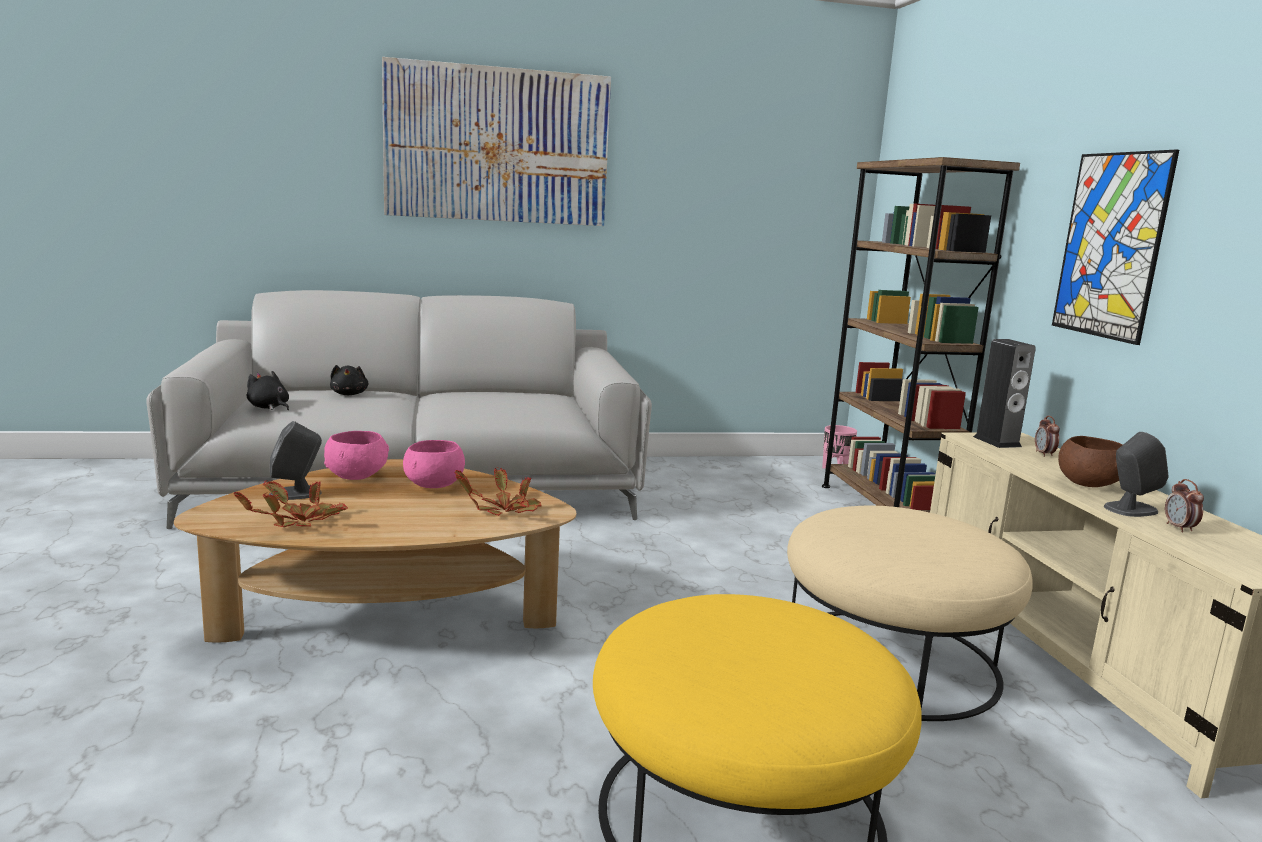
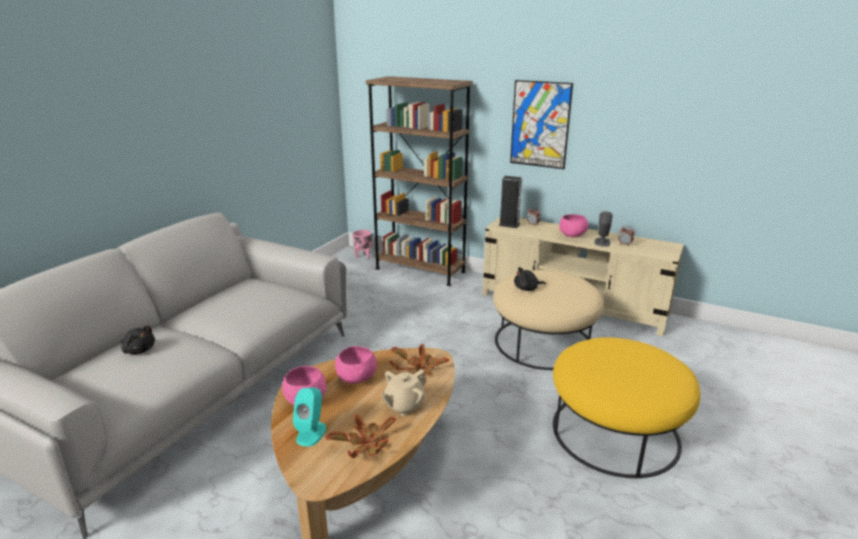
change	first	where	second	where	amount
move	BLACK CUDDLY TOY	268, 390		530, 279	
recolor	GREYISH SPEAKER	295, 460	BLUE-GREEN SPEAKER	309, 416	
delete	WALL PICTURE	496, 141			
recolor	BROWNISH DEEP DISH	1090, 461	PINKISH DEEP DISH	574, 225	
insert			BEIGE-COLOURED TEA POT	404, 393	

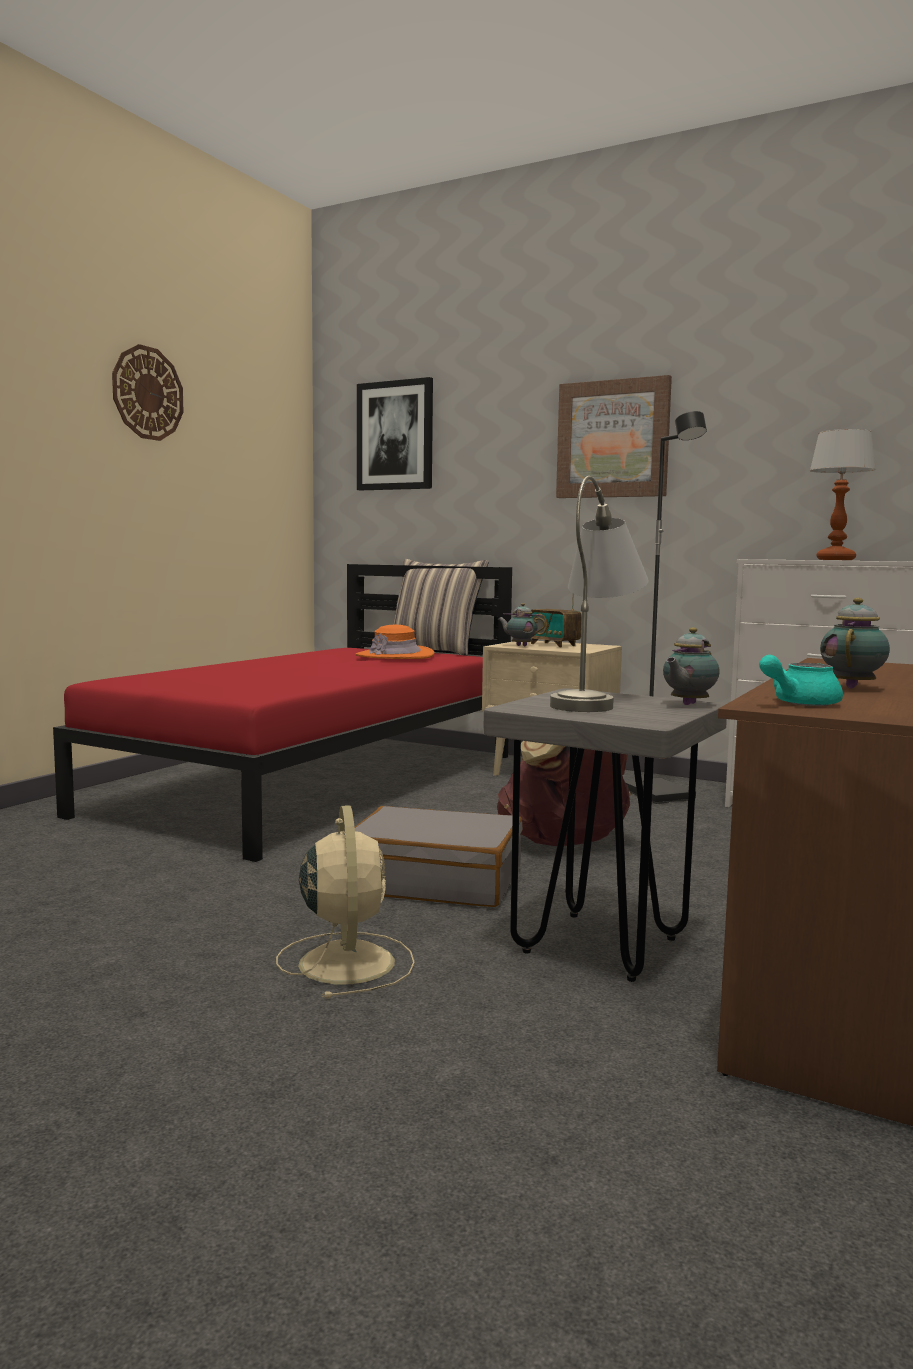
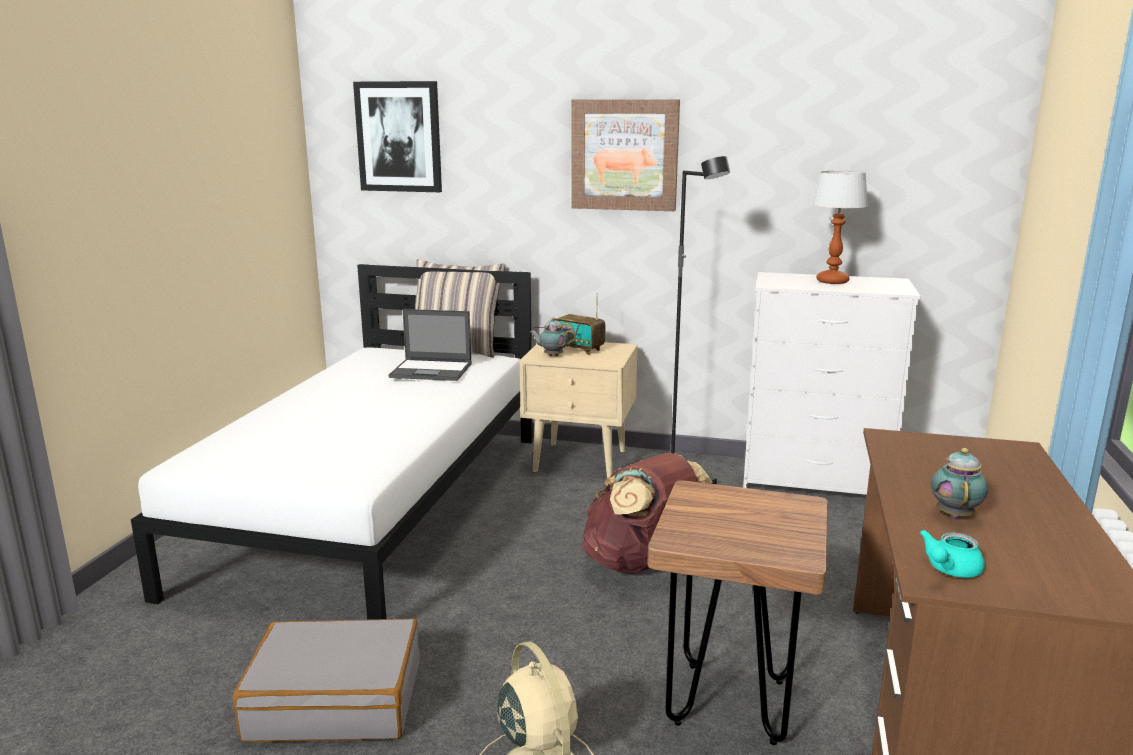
change	first	where	second	where	amount
recolor	REDDISH SLEEPING BED	282, 713	WHITE SLEEPING BED	332, 442	
delete	HANGING CLOCK	148, 392			
replace	ORANGE-COLOURED HAT	394, 642	NOTEBOOK COMPUTER	430, 345	
move	GREYISH PIECE OF LUGGAGE	439, 856		326, 680	
recolor	GREYISH STOOL SEAT	605, 835	BROWNISH STOOL SEAT	737, 612	
delete	GREYISH LAMP FOR A TABLE	599, 594			
delete	TEA POT	691, 666			

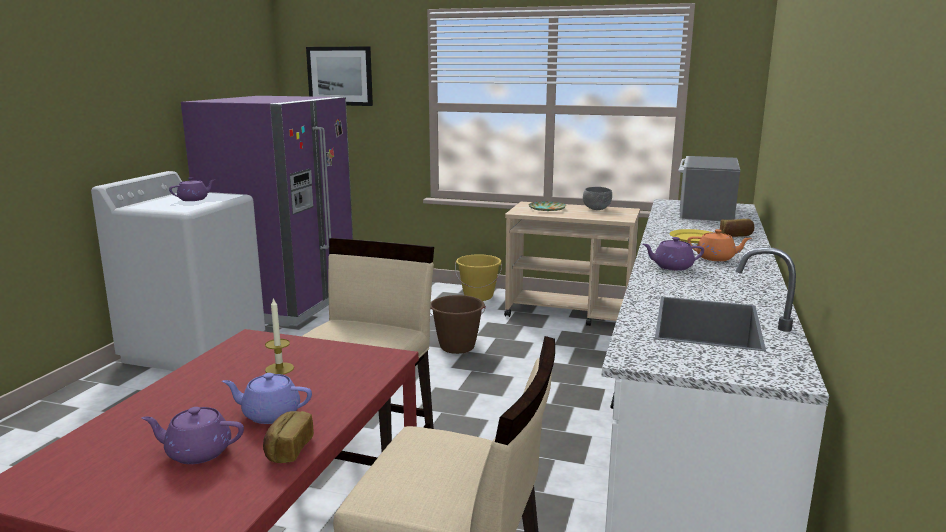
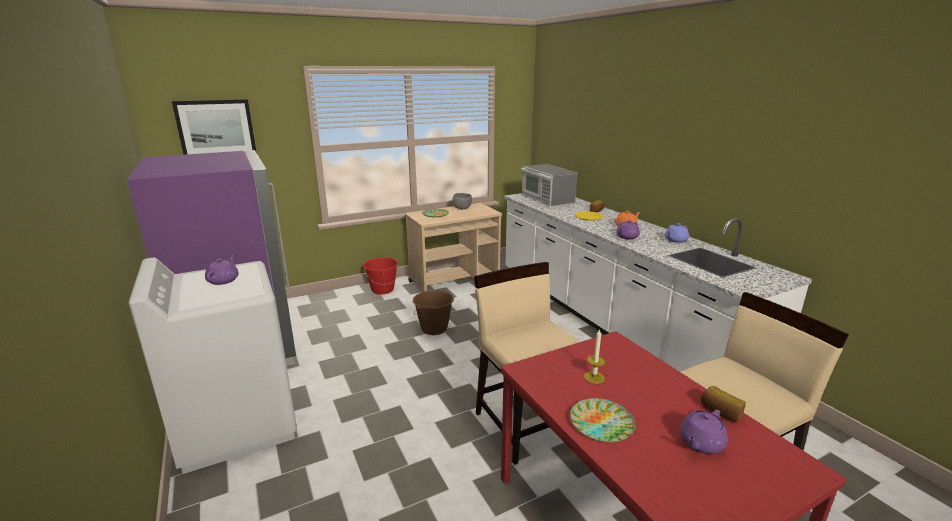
change	first	where	second	where	amount
move	PURPLE-COLOURED TEA POT	267, 398		677, 233	
recolor	YELLOWISH WATER BUCKET	478, 277	REDDISH WATER BUCKET	381, 275	
insert			FLAT DISH	603, 420	

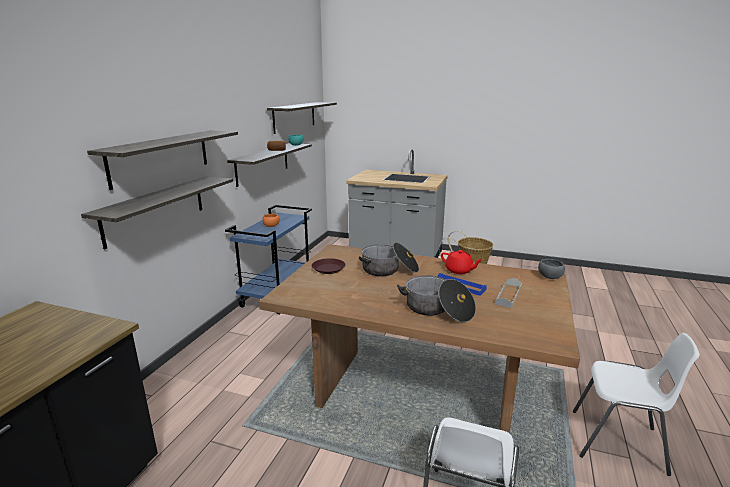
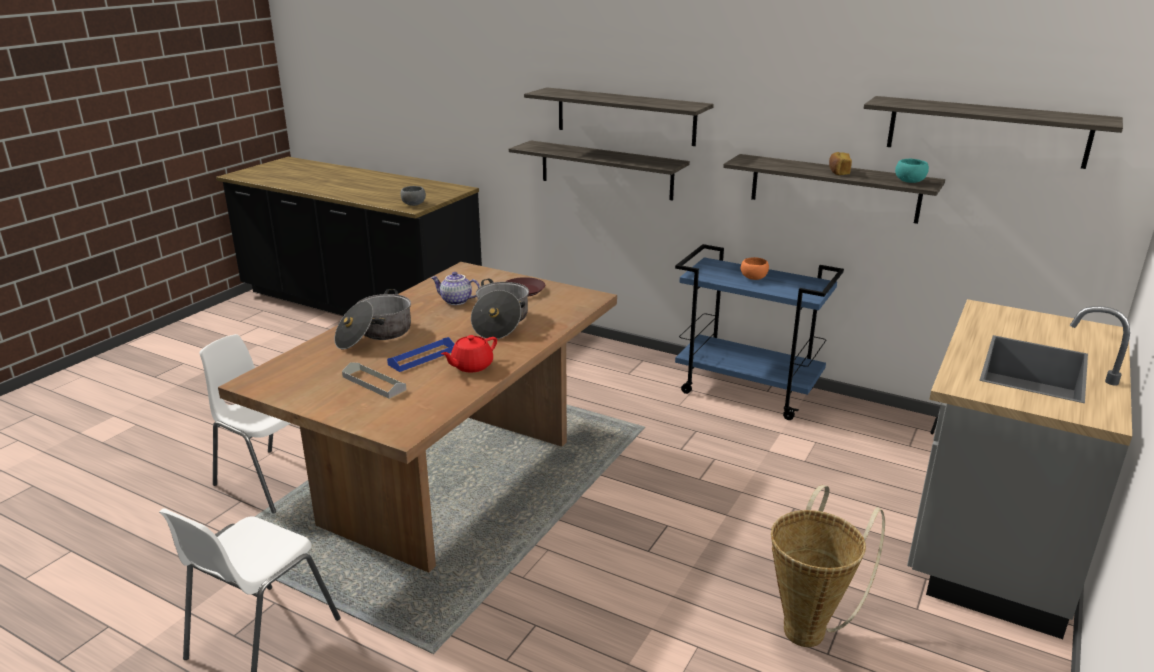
change	first	where	second	where	amount
move	GREYISH DEEP DISH	551, 269		413, 196	
insert			TEA POT	455, 288	

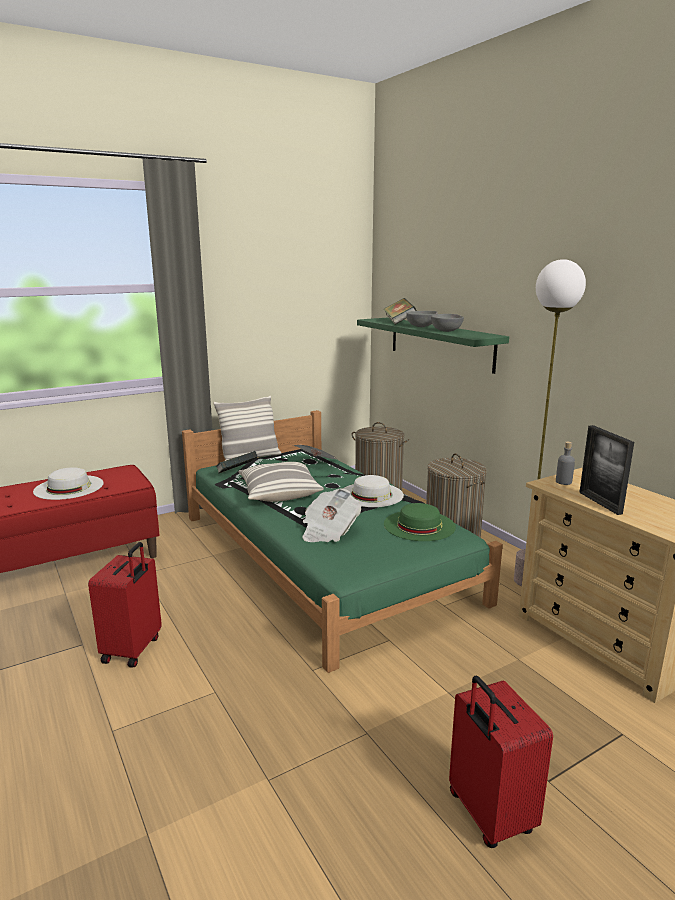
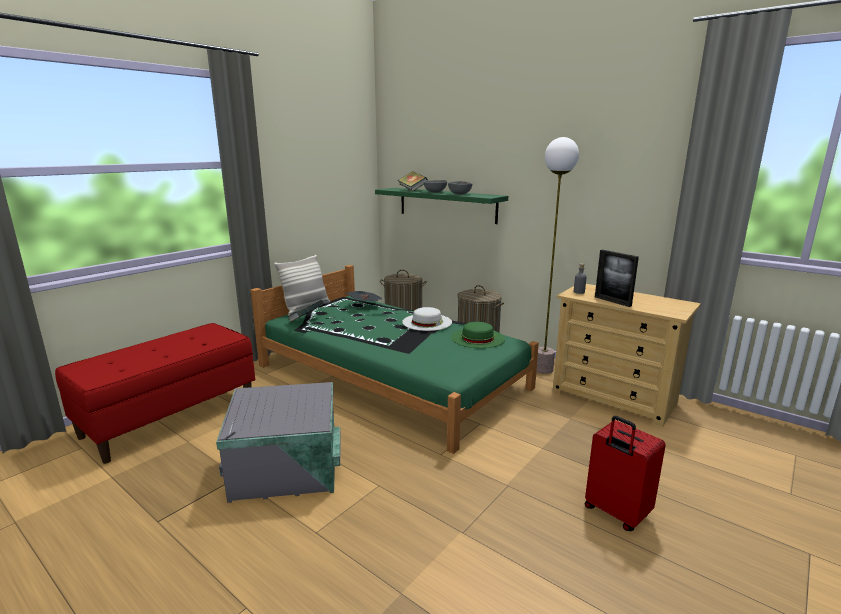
change	first	where	second	where	amount
delete	WHITE HAT	68, 483			
replace	REDDISH PIECE OF LUGGAGE	125, 605	GREYISH STORAGE BOX	278, 442	
delete	PILLOW	281, 482			
delete	DAILY PAPER	331, 515			

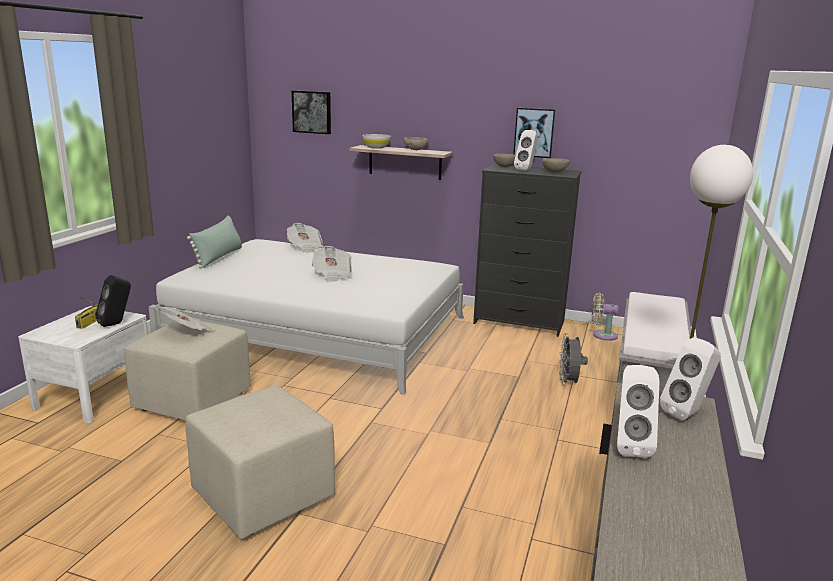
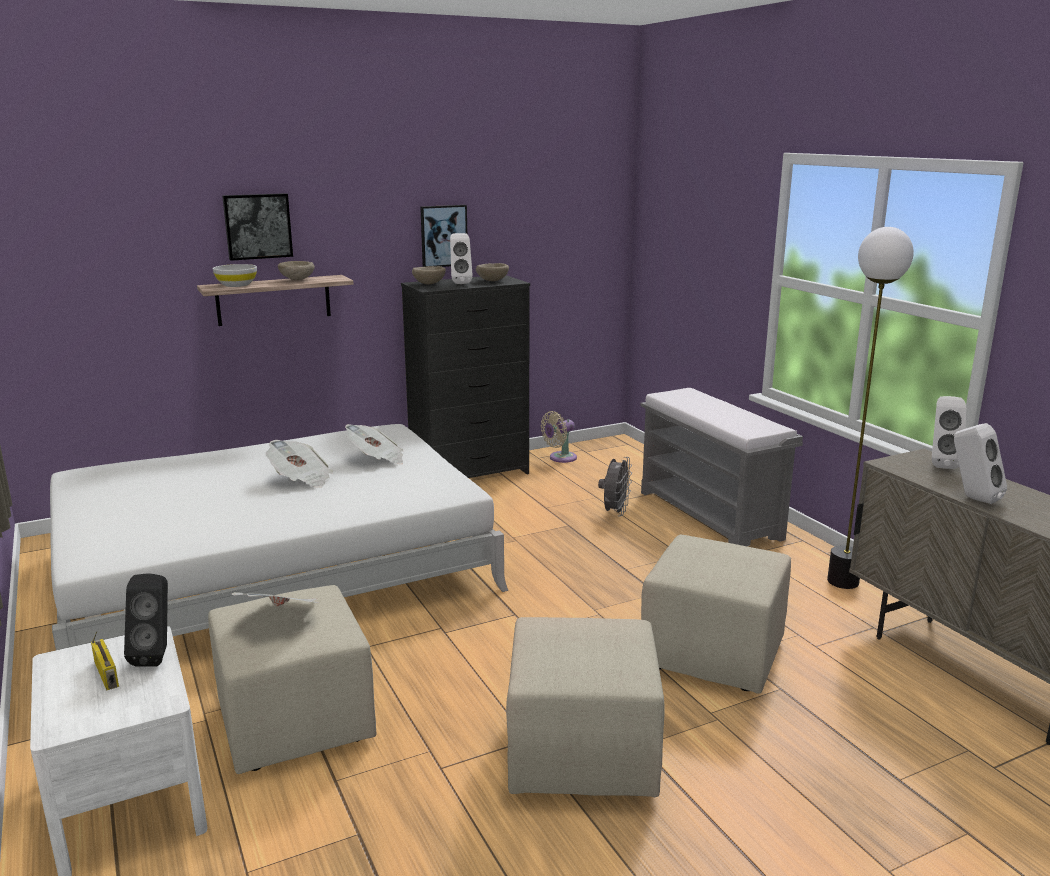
change	first	where	second	where	amount
delete	GREEN PILLOW	214, 241			
move	DAILY PAPER	305, 238		374, 444	
move	WALL PICTURE	311, 112		257, 227	
rotate	GREYISH ELECTRIC FAN	573, 359		615, 486	120 degrees counterclockwise
insert			BEIGE-COLOURED OTTOMAN	716, 614	

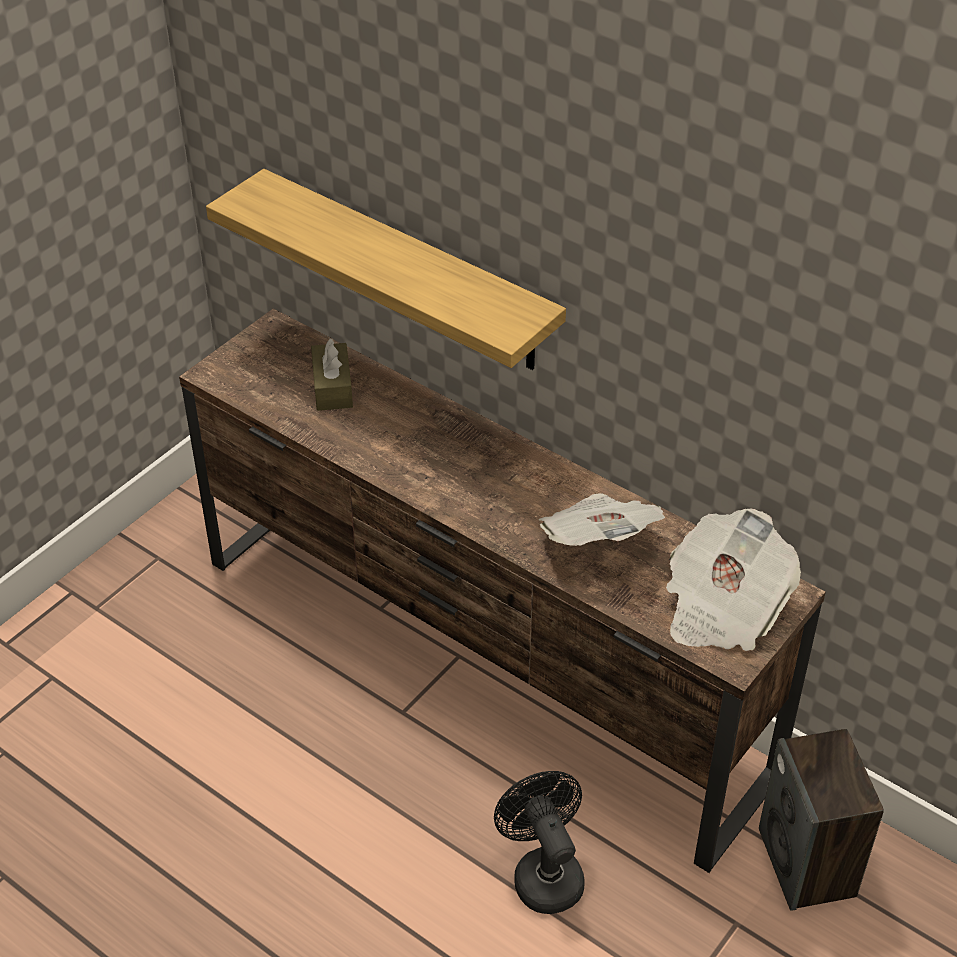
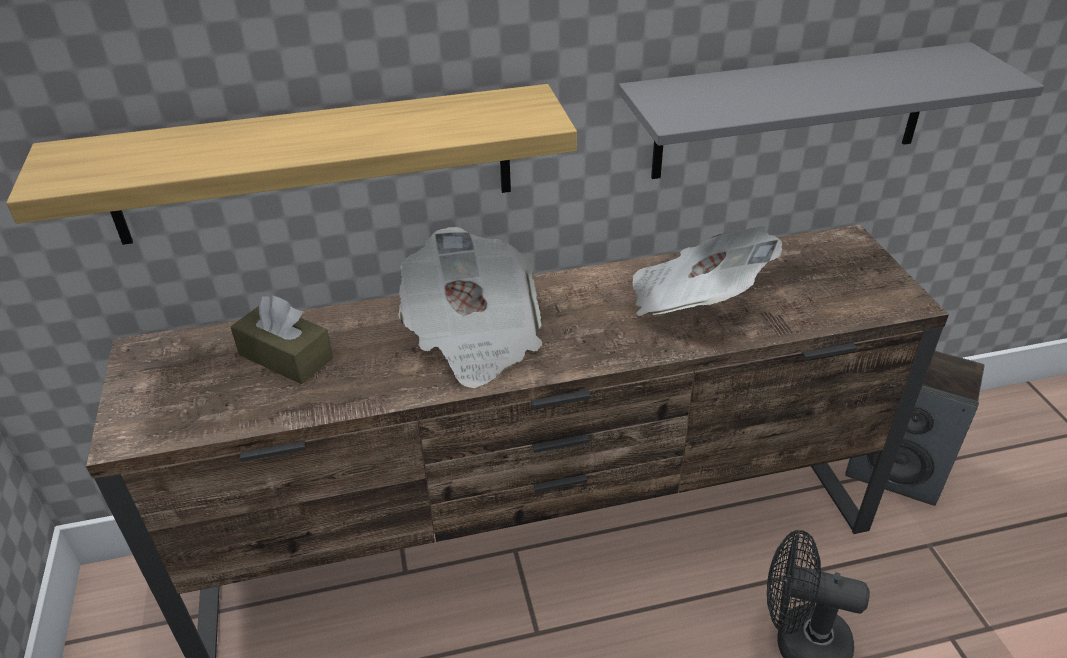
change	first	where	second	where	amount
move	DAILY PAPER	733, 579		470, 307	
insert			GREYISH SHELF	831, 110	

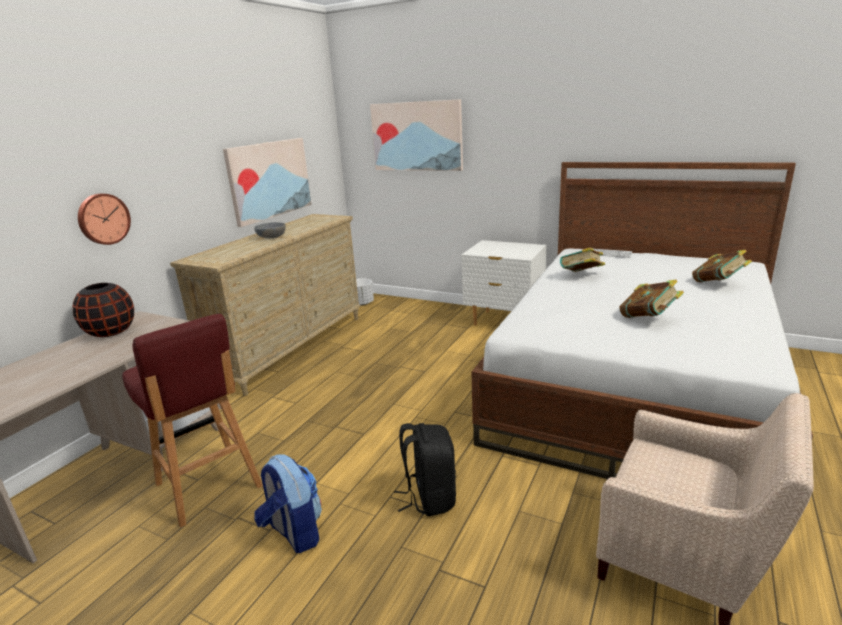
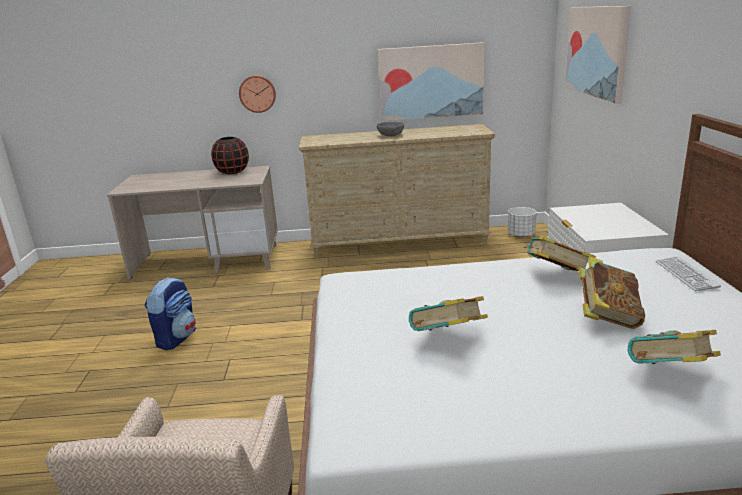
change	first	where	second	where	amount
delete	REDDISH STOOL SEAT	192, 420			
delete	BLACK RUCKSACK	425, 469			
insert			BOOK	612, 293	

